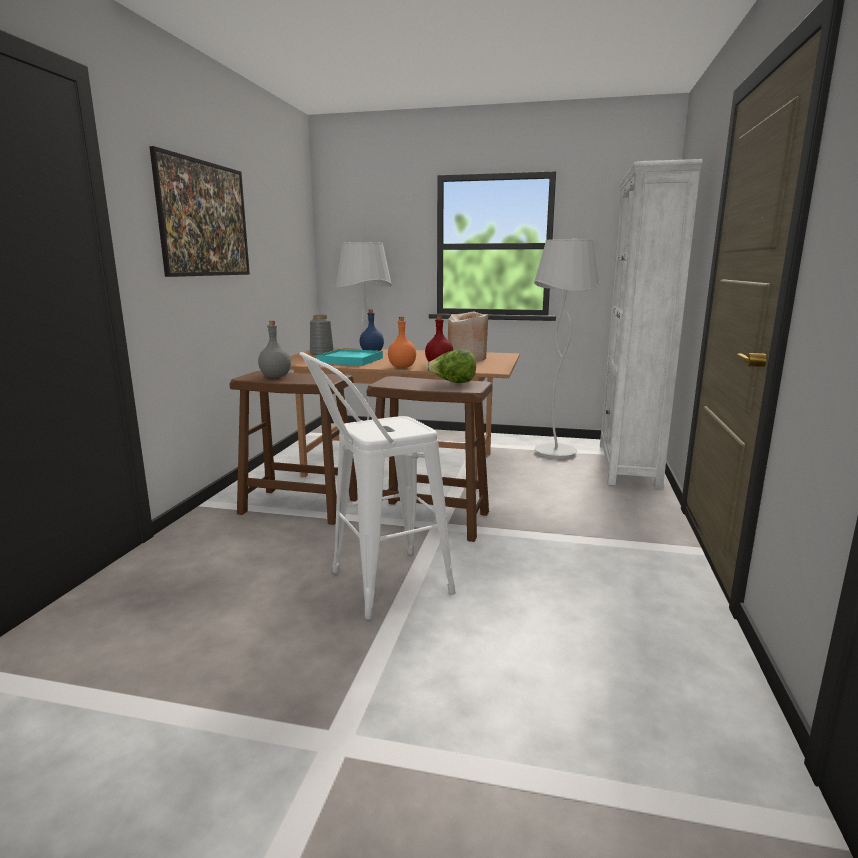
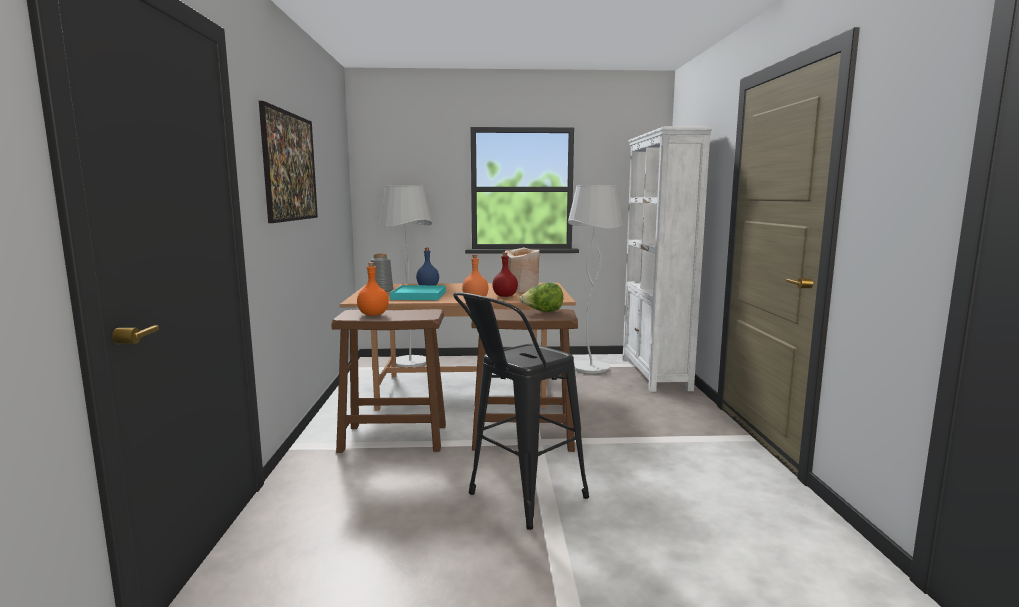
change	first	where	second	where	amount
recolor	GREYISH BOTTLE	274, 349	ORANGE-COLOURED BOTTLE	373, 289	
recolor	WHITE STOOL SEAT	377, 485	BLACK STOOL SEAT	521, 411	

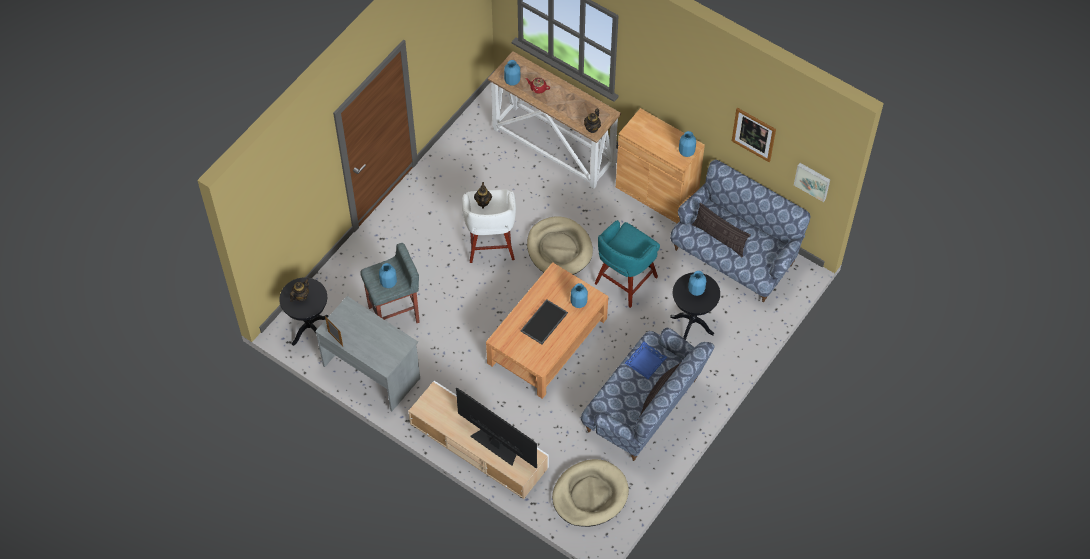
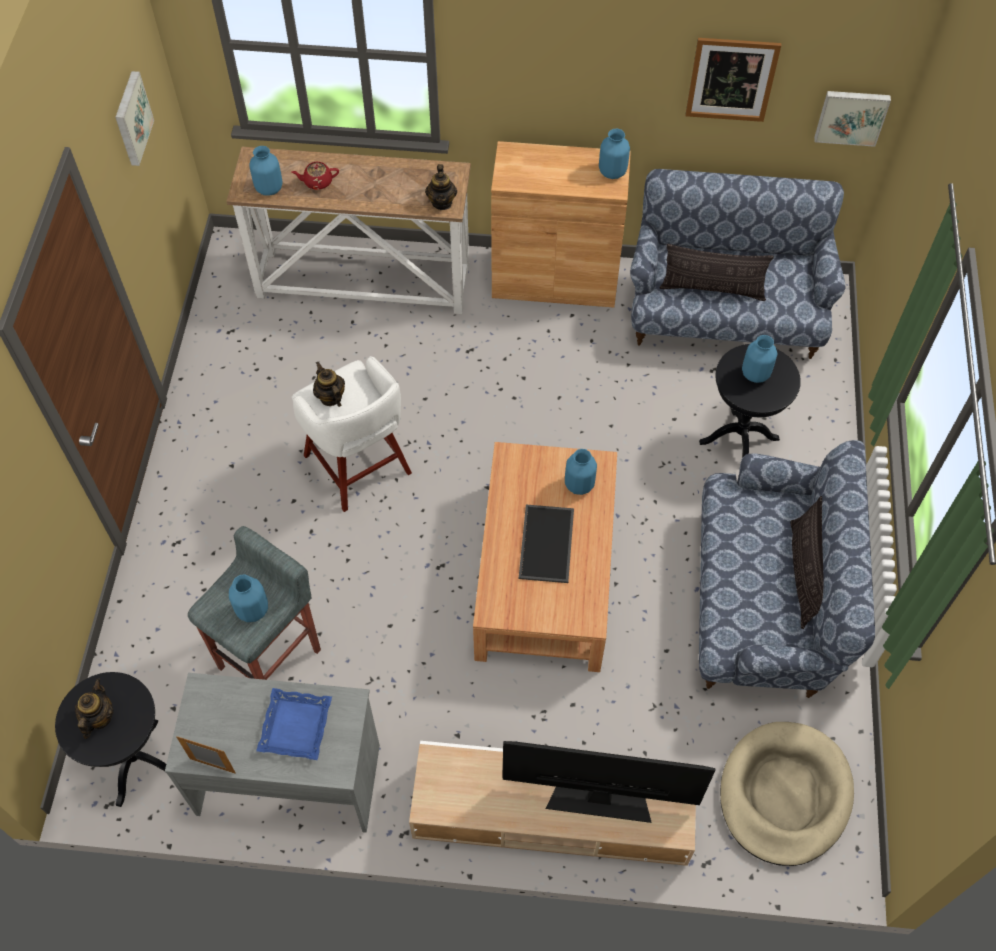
change	first	where	second	where	amount
delete	BEIGE-COLOURED DOG BED	560, 245			
delete	BLUE-GREEN STOOL SEAT	627, 264			
move	BLUE-COLOURED CARRYING TRAY	646, 360		294, 724	
insert			WALL PICTURE	134, 118	

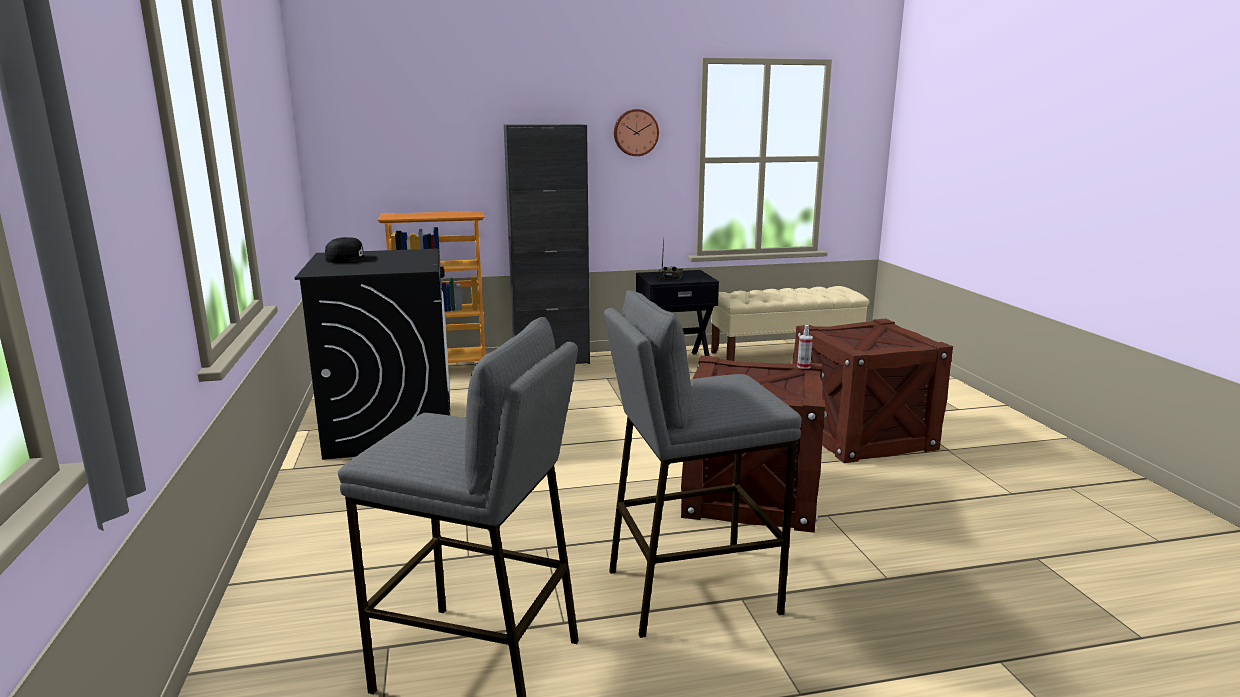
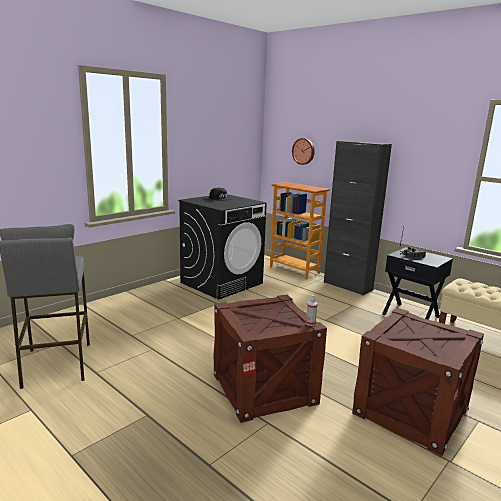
change	first	where	second	where	amount
delete	GREYISH STOOL SEAT	703, 464			
move	HANGING CLOCK	636, 132		303, 151	

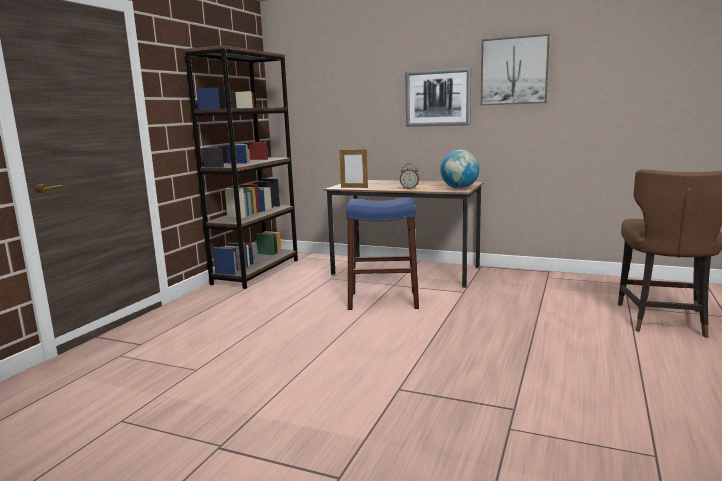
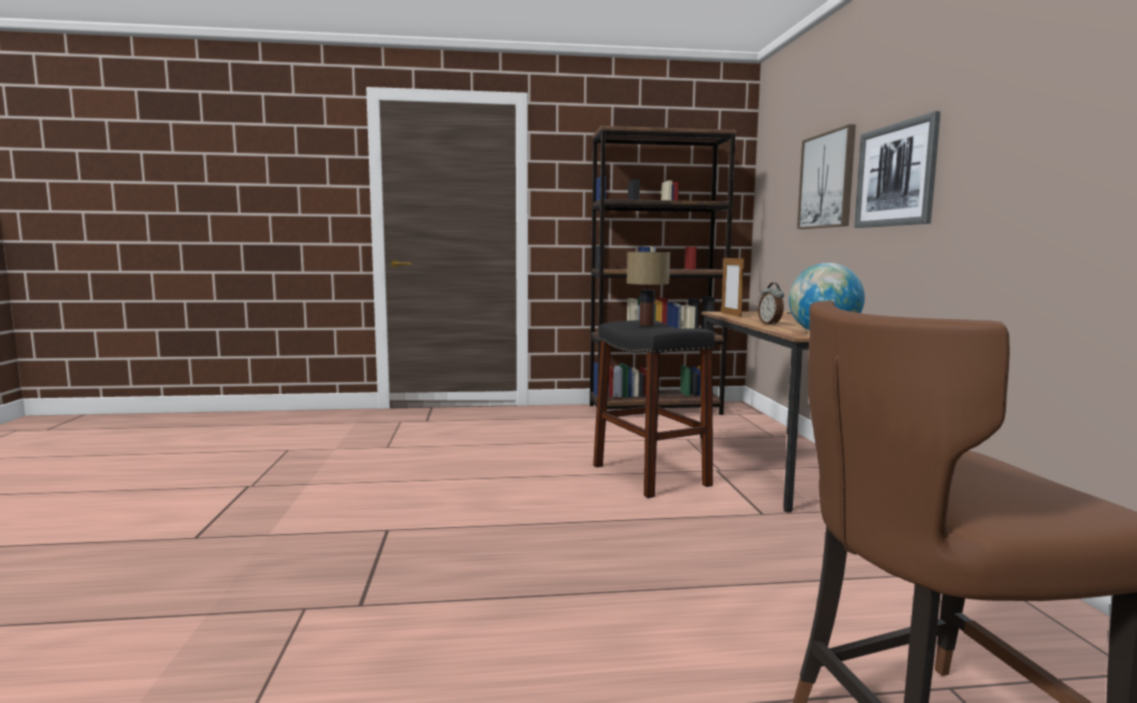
change	first	where	second	where	amount
recolor	BLUE-COLOURED STOOL SEAT	382, 253	BLACK STOOL SEAT	654, 409	
move	WALL PICTURE	515, 69		826, 176	
insert			LAMP FOR A TABLE	648, 289	

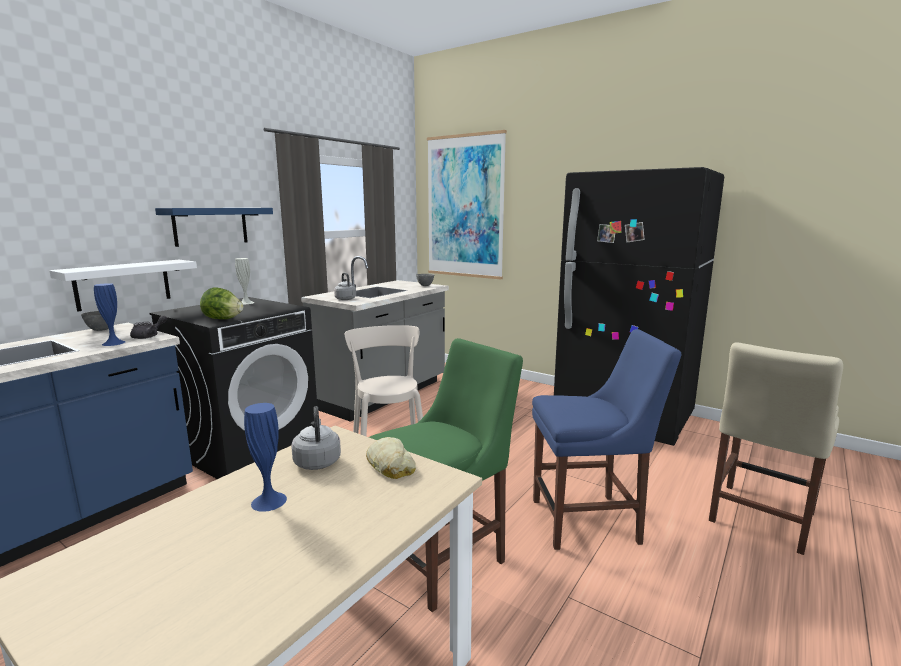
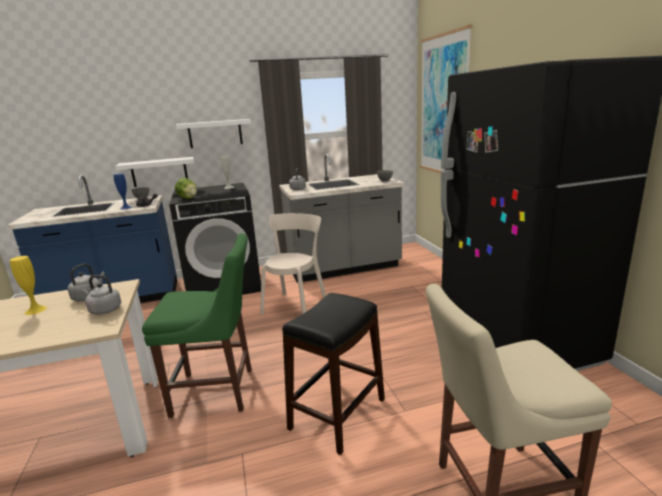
change	first	where	second	where	amount
recolor	BLUE-COLOURED SHELF	214, 227	WHITE SHELF	213, 133	
recolor	BLUE-COLOURED FLOWER VASE	265, 457	YELLOWISH FLOWER VASE	28, 285	
replace	BREAD	391, 458	GREYISH TEA KETTLE	101, 295	
replace	BLUE-COLOURED UPRIGHT CHAIR	606, 439	BLACK STOOL SEAT	333, 374	

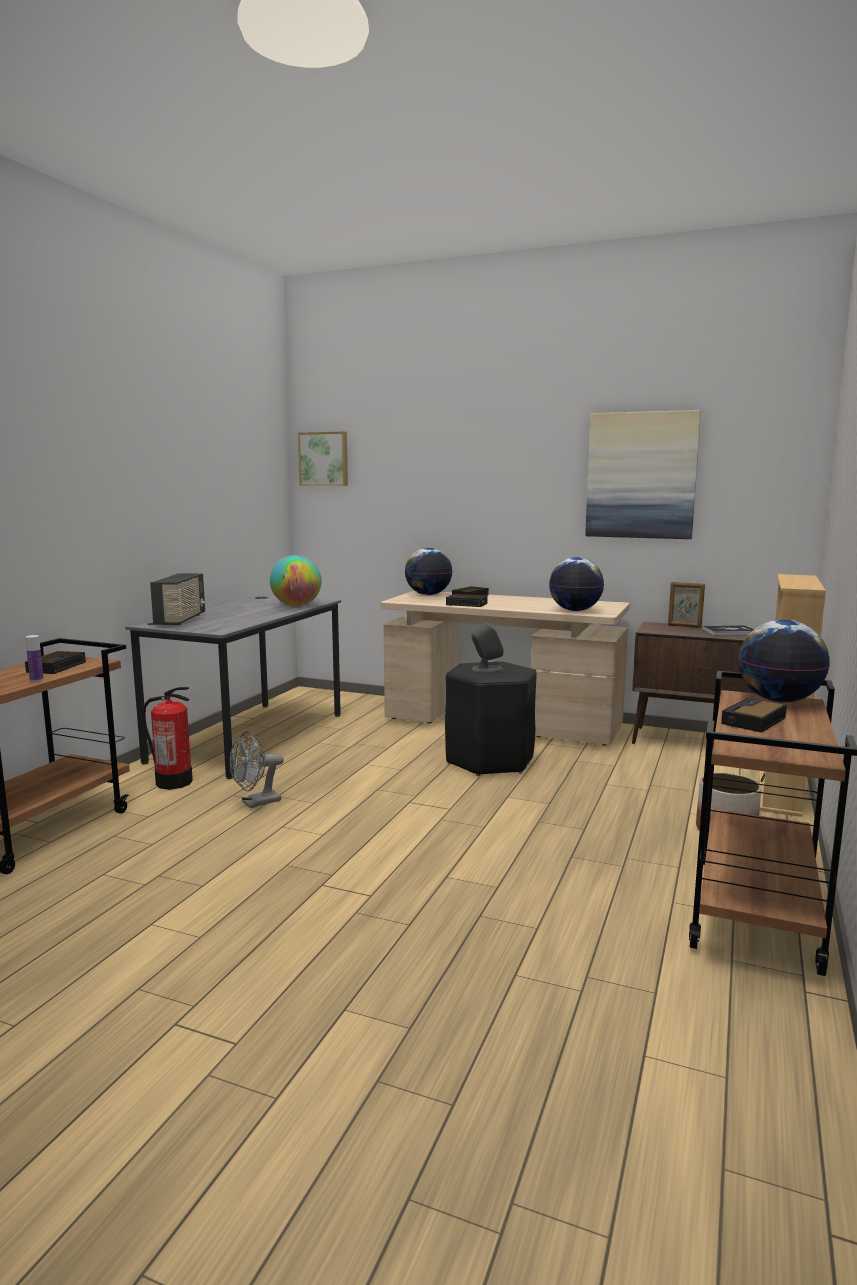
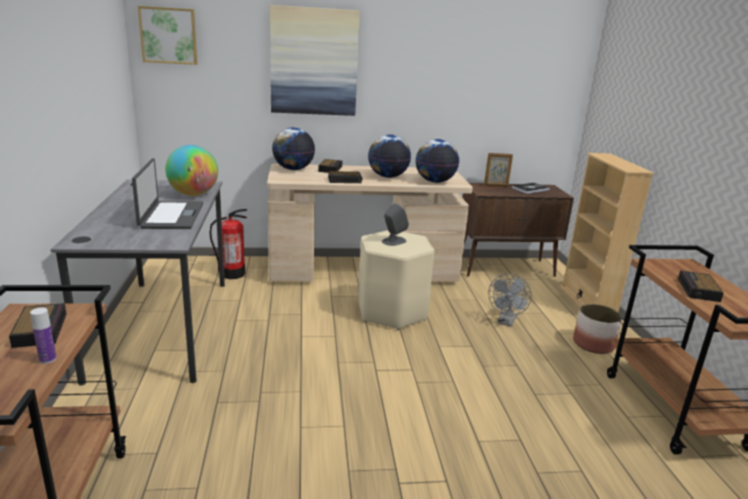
change	first	where	second	where	amount
move	FIRE-FIGHTING CYLINDER	168, 738		228, 244	
delete	RADIO SET	178, 599			
move	GREYISH ELECTRIC FAN	257, 770		510, 300	
recolor	BLACK STOOL SEAT	491, 719	BEIGE-COLOURED STOOL SEAT	396, 280	
move	WALL PICTURE	643, 474		315, 60	
move	WORLD GLOBE	784, 660		389, 156	
insert			NOTEBOOK COMPUTER	167, 193	

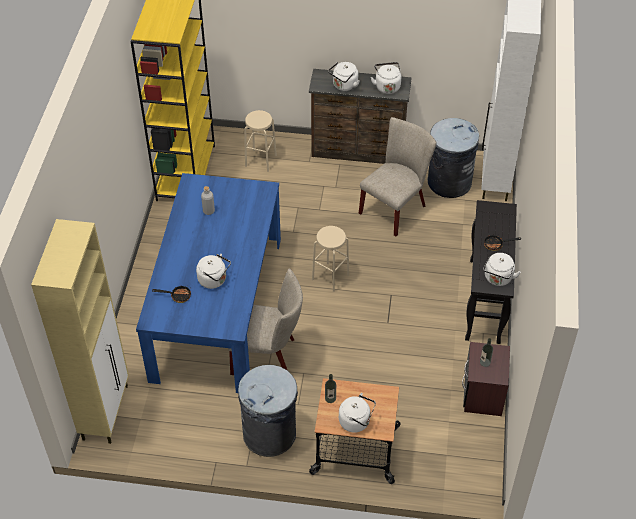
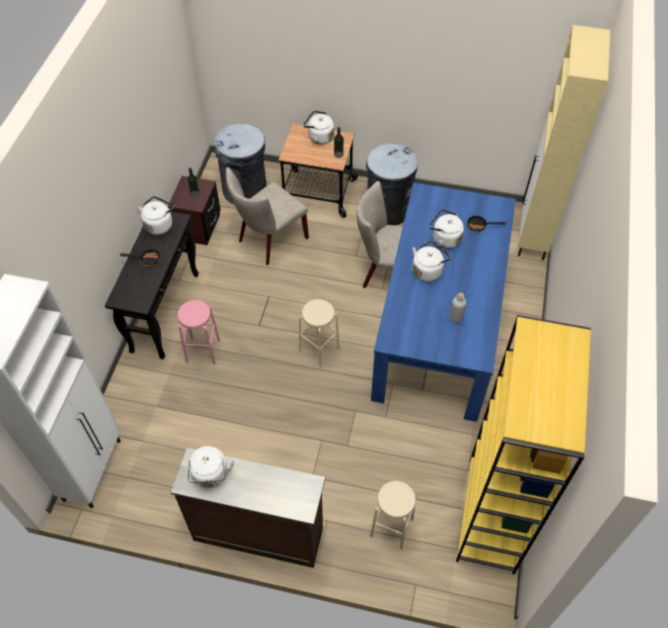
change	first	where	second	where	amount
move	WHITE TEA KETTLE	343, 76		431, 261	
move	BEIGE-COLOURED UPRIGHT CHAIR	397, 176		267, 216	
move	GREYISH WASTE BIN	453, 158		240, 164	
insert			PINKISH STOOL SEAT	198, 332	

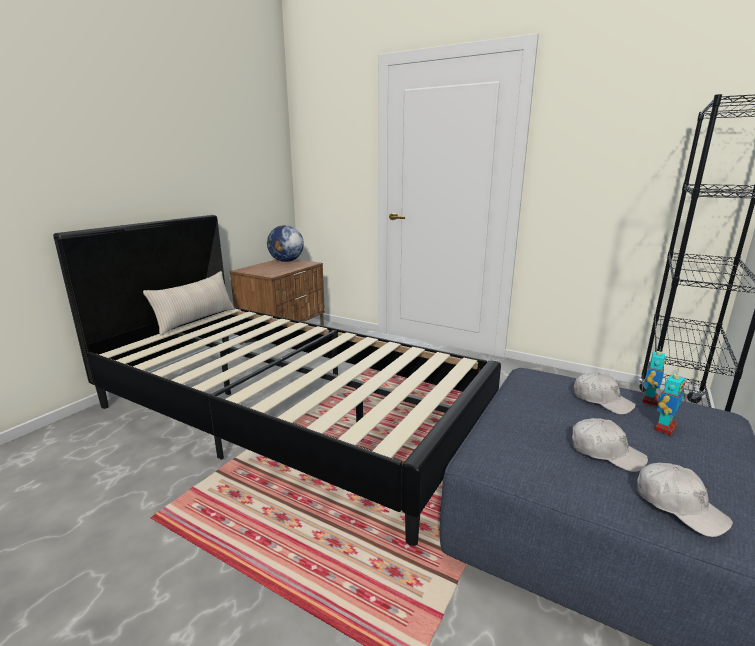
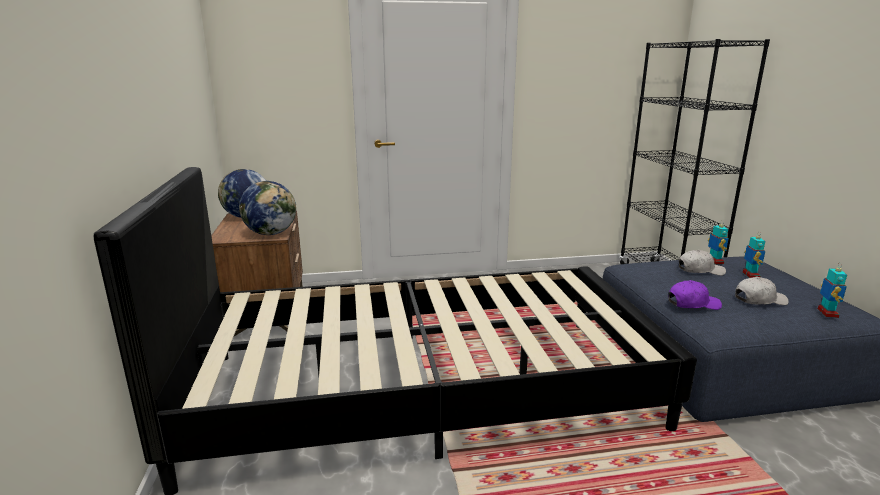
change	first	where	second	where	amount
delete	BEIGE-COLOURED PILLOW	189, 303			
replace	WHITE CAP	685, 500	MODEL ROBOT	832, 291	
insert			WORLD GLOBE	267, 208	
insert			PURPLE-COLOURED CAP	695, 295	

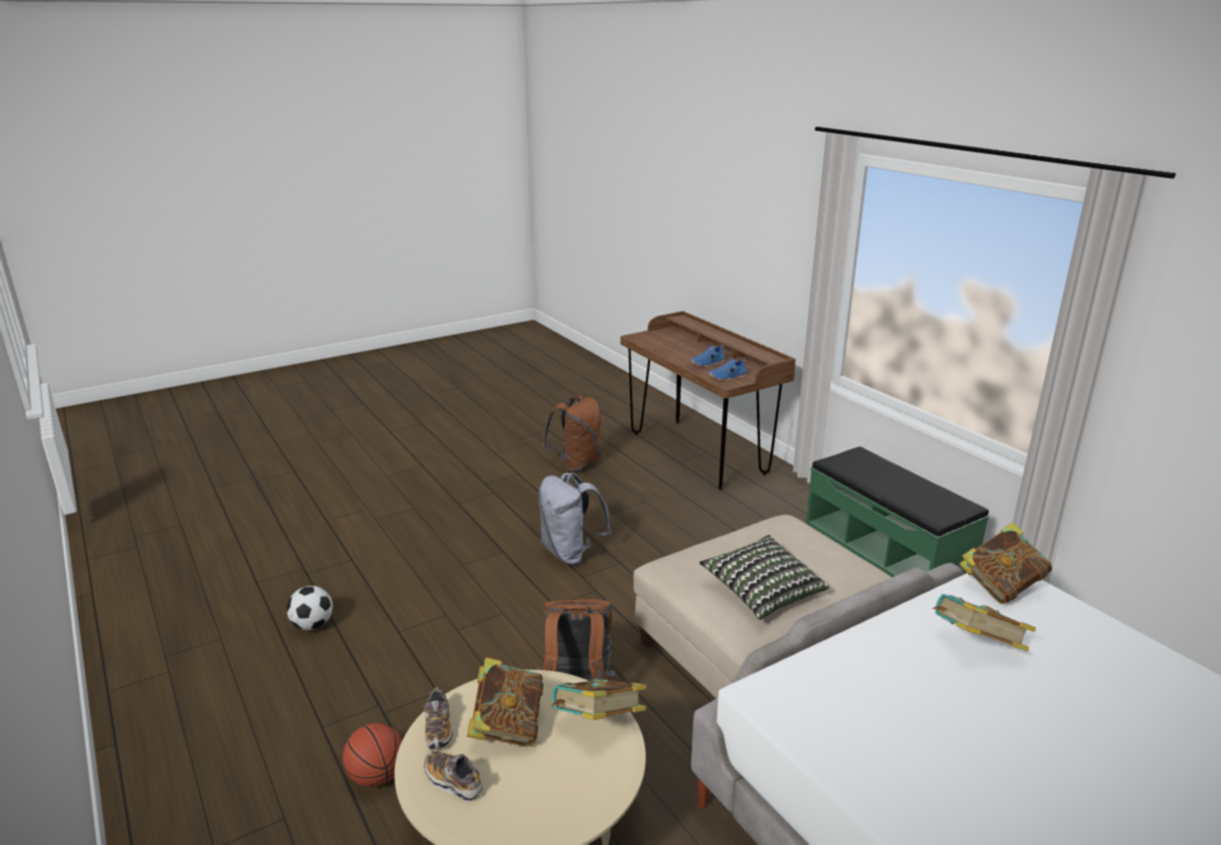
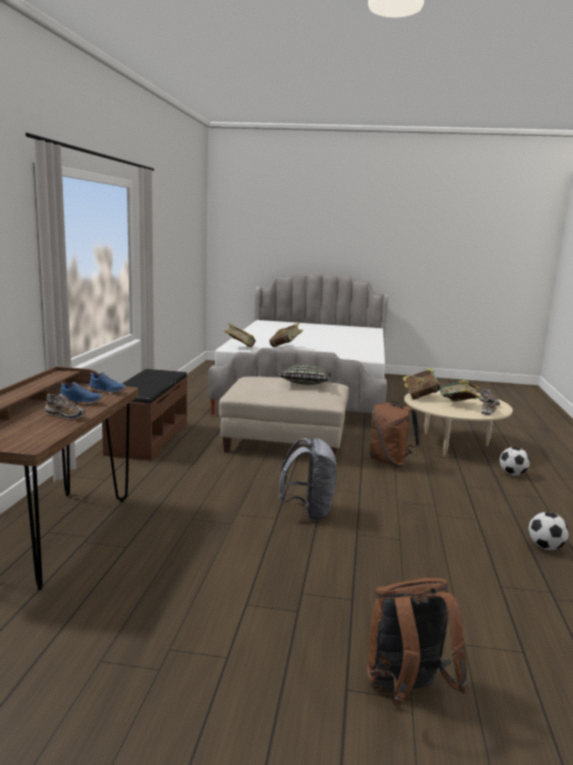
change	first	where	second	where	amount
replace	BASKETBALL	372, 755	FOOTBALL	515, 461	
move	BROWNISH RUCKSACK	571, 434		418, 641	
recolor	GREEN INDOOR BENCH	897, 511	BROWNISH INDOOR BENCH	145, 415	
insert			ITEM OF FOOTWEAR	65, 406	

